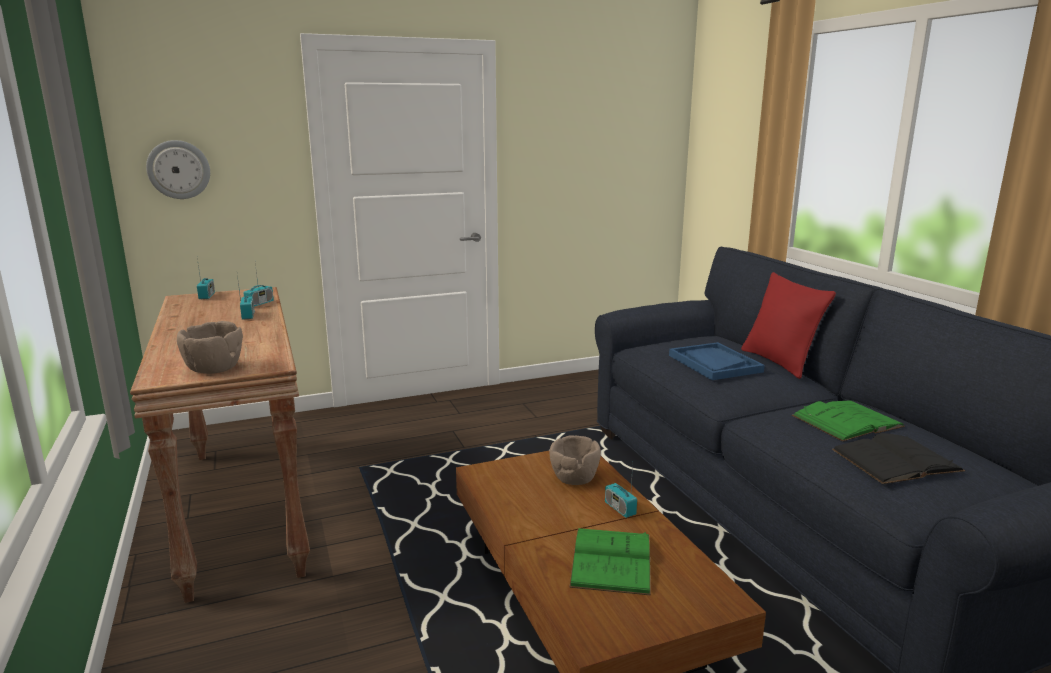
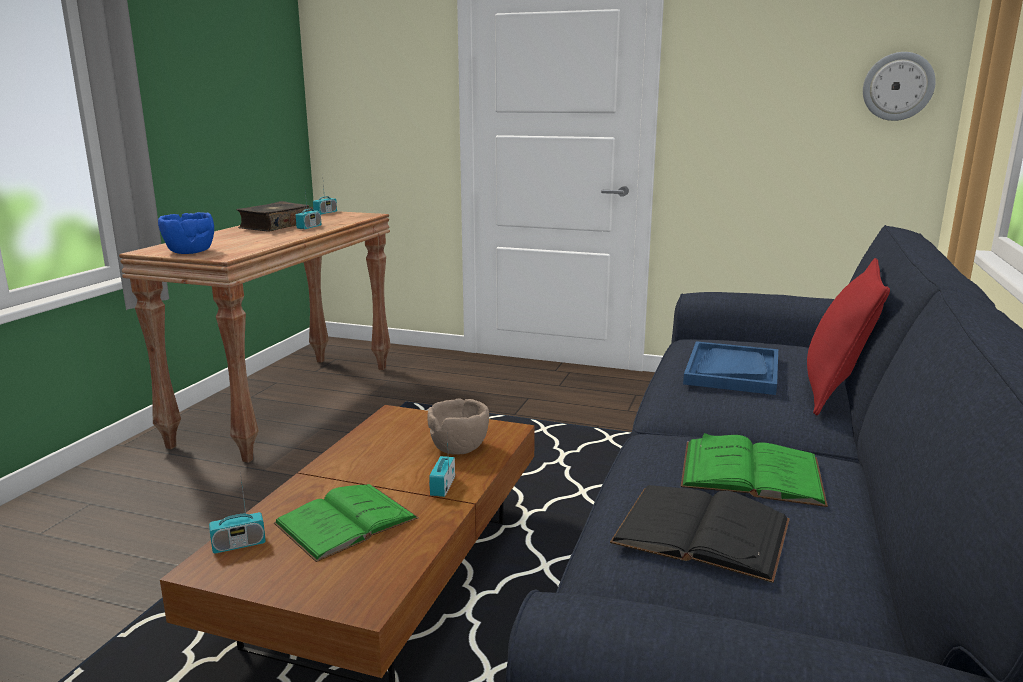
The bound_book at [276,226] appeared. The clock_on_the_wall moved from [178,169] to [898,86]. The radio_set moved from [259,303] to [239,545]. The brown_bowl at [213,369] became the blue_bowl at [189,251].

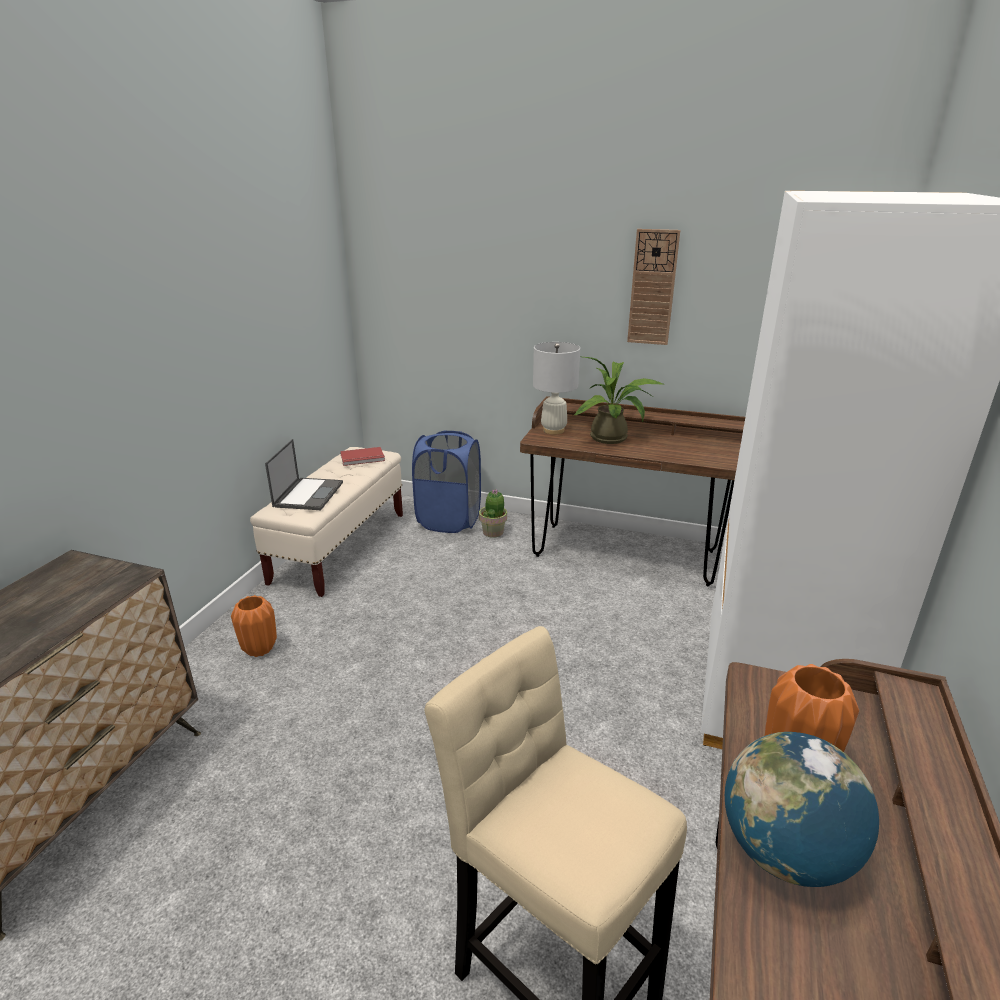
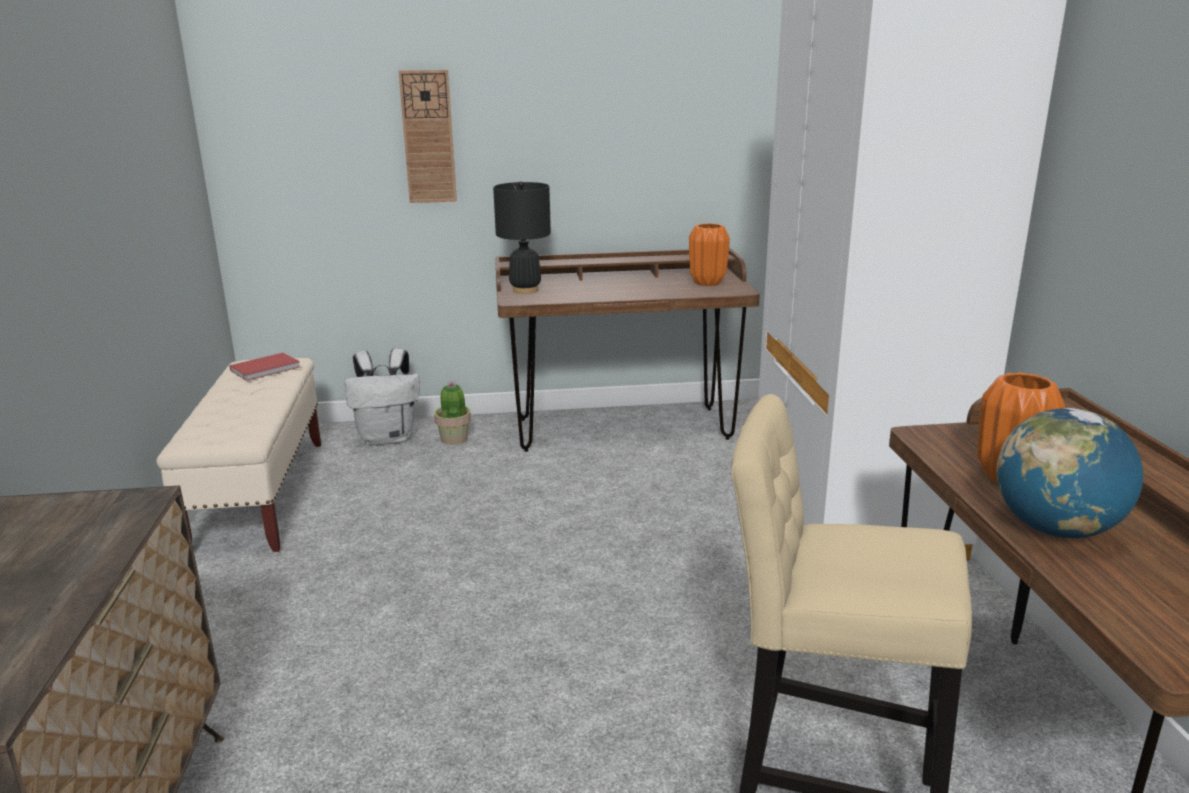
The portable_computer at [308,494] disappeared. The potted_plant at [613,439] disappeared. The orangey_flower_vase moved from [259,649] to [707,283]. The clock_on_the_wall moved from [652,288] to [428,137]. The blue_washing_basket at [449,520] was replaced by the white-coloured_knapsack at [388,438]. The white-coloured_table_lamp at [553,430] became the blackish_table_lamp at [525,290].

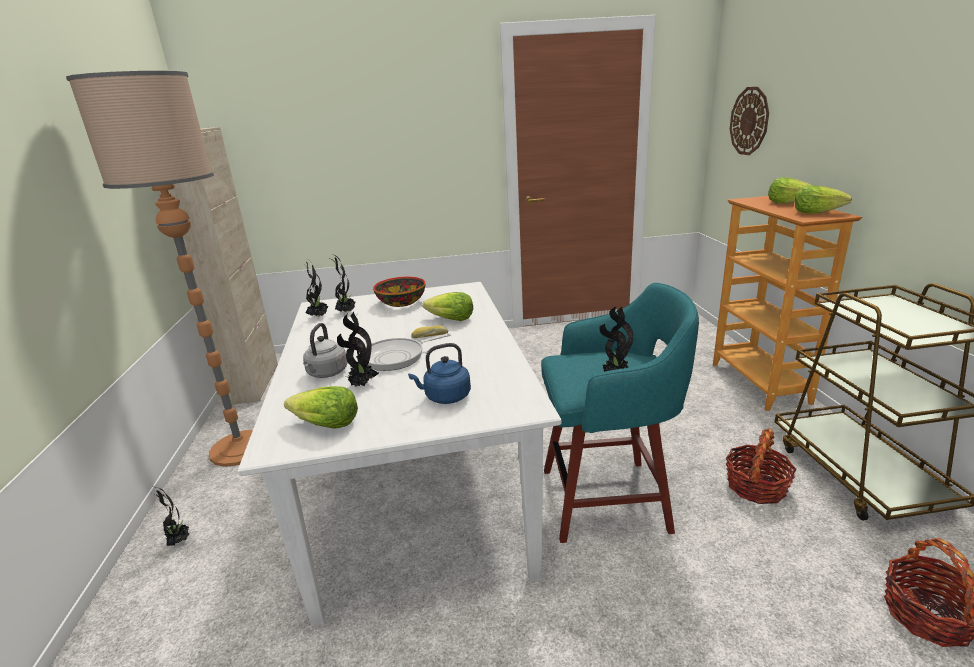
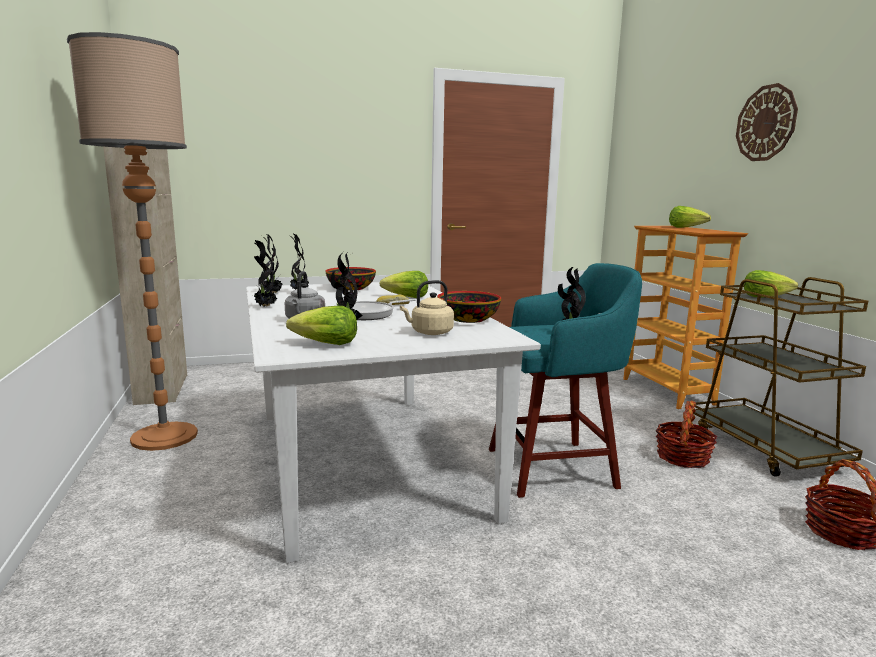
The bowl at [469,319] appeared. The potted_plant moved from [179,541] to [264,307]. The clock_on_the_wall moved from [749,121] to [766,123]. The head_of_lettuce moved from [816,212] to [765,297]. The blue_kettle at [445,397] became the beige_kettle at [429,333].

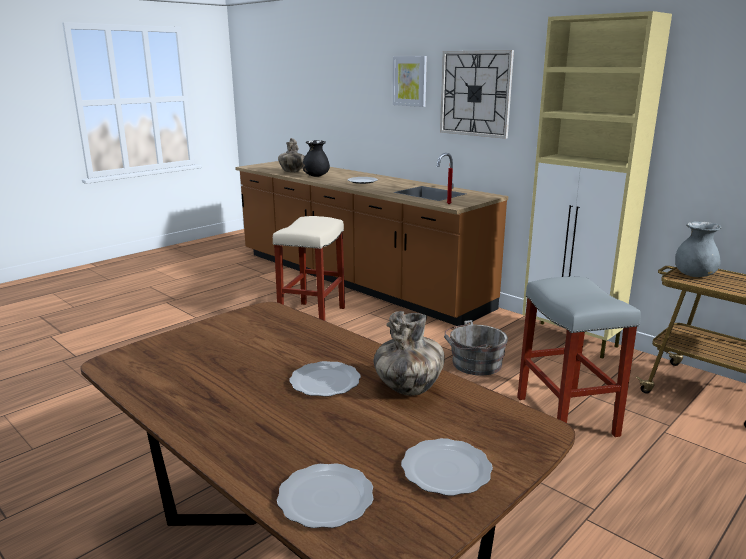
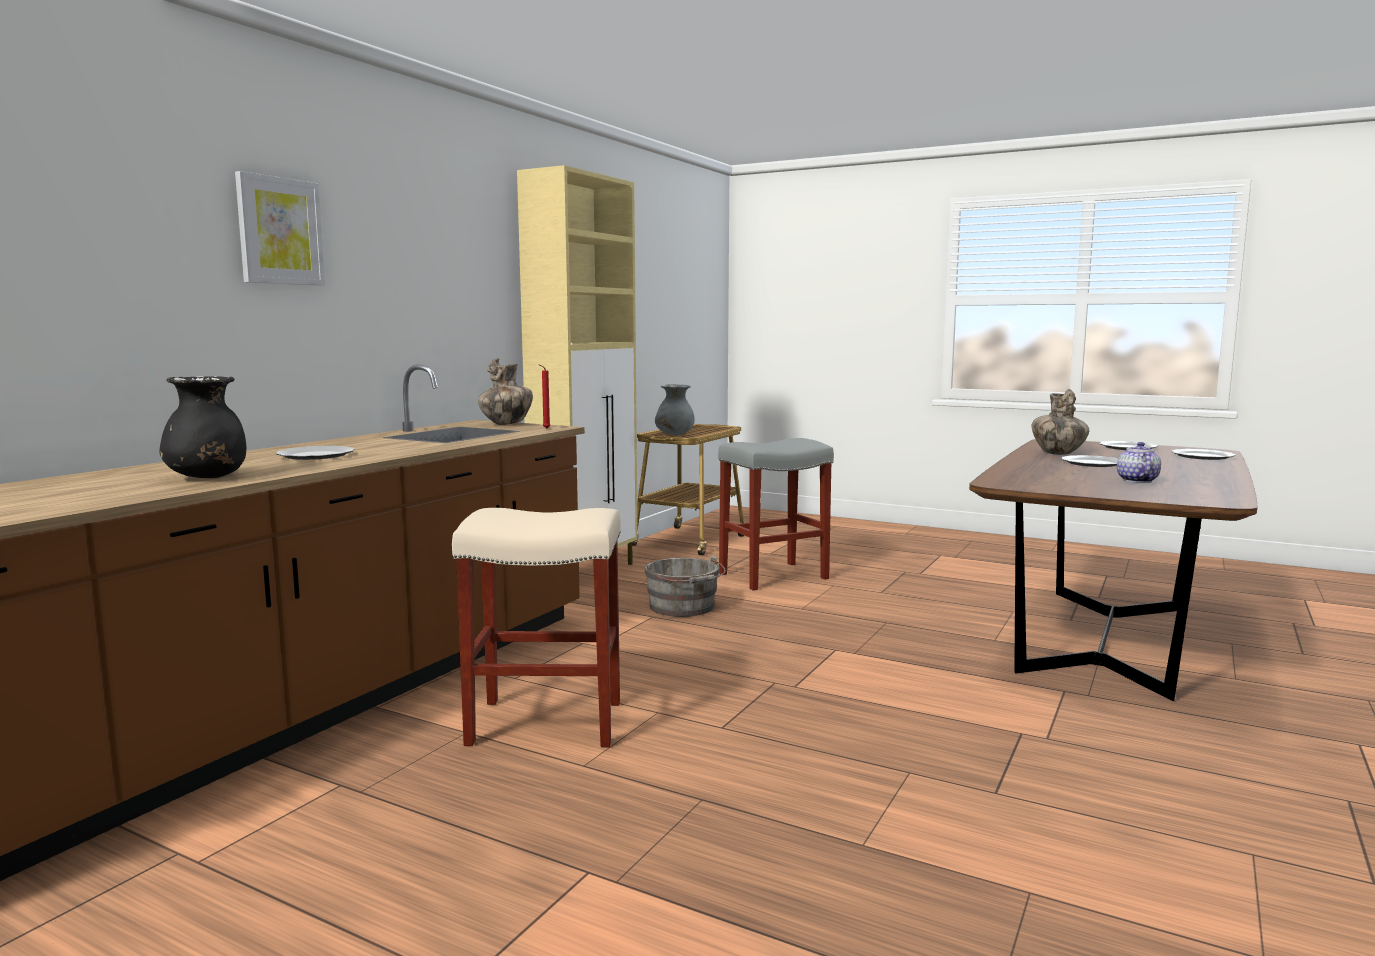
The clock_on_the_wall at [475,93] disappeared. The tea_pot at [1136,480] appeared. The flower_vase moved from [292,172] to [507,424].

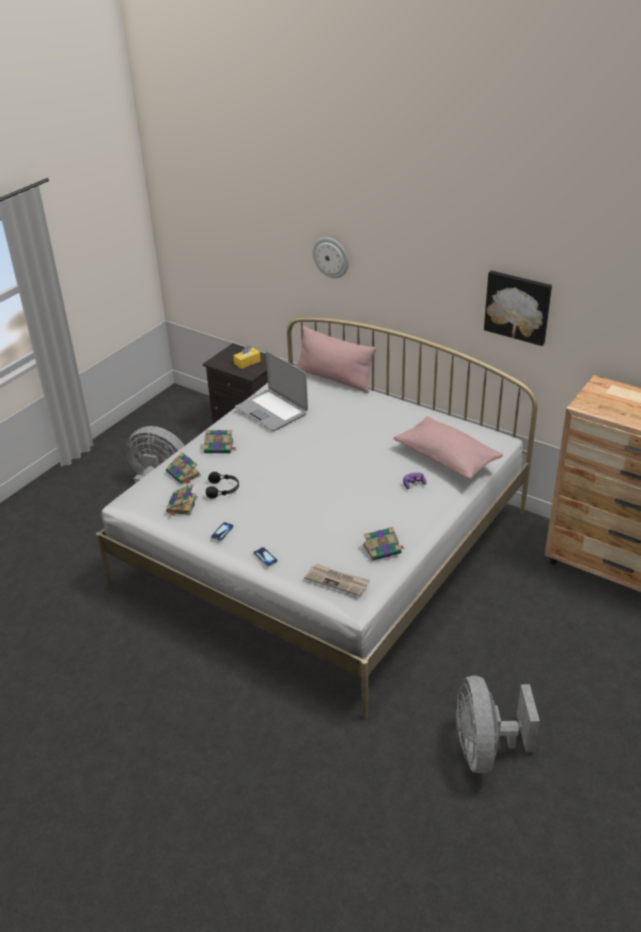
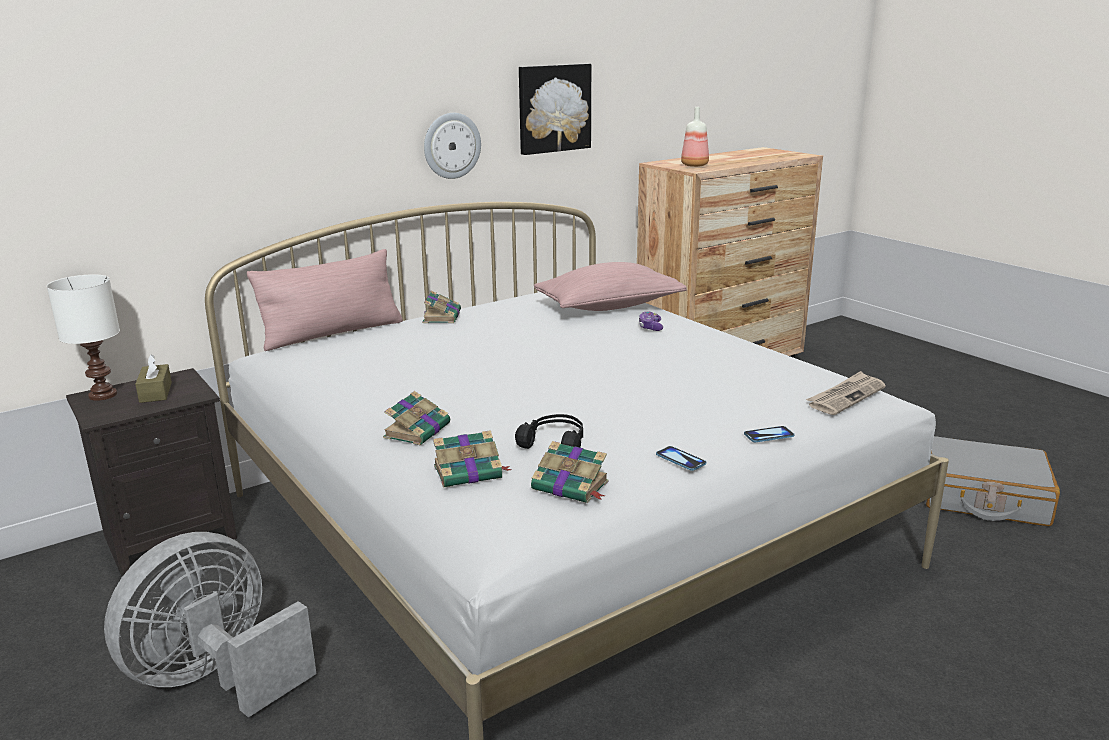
The portable_computer at [272,411] disappeared. The white-coloured_table_lamp at [101,395] appeared. The bottle at [694,165] appeared. The clock_on_the_wall moved from [331,257] to [451,145]. The bound_book moved from [383,549] to [442,316]. The grey_fan at [485,749] was replaced by the grey_travel_case at [983,497]. The yellowish_tissue_holder at [247,362] became the brown_tissue_holder at [155,392].

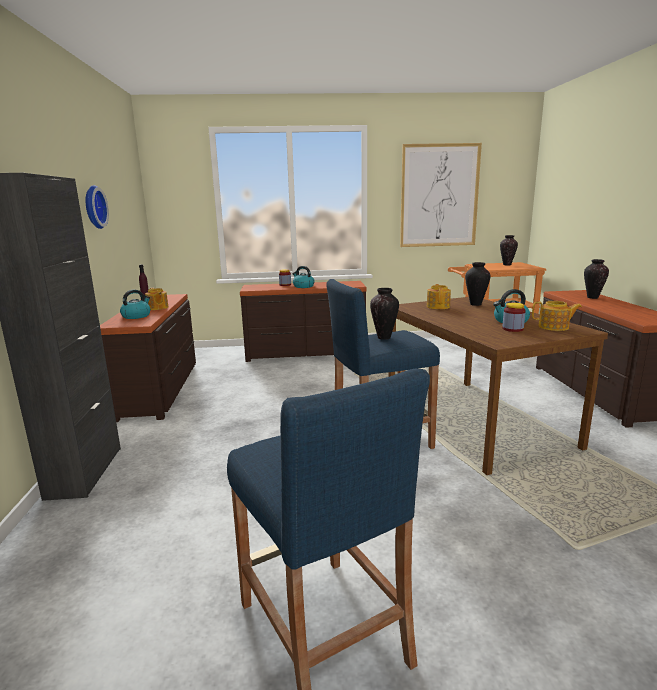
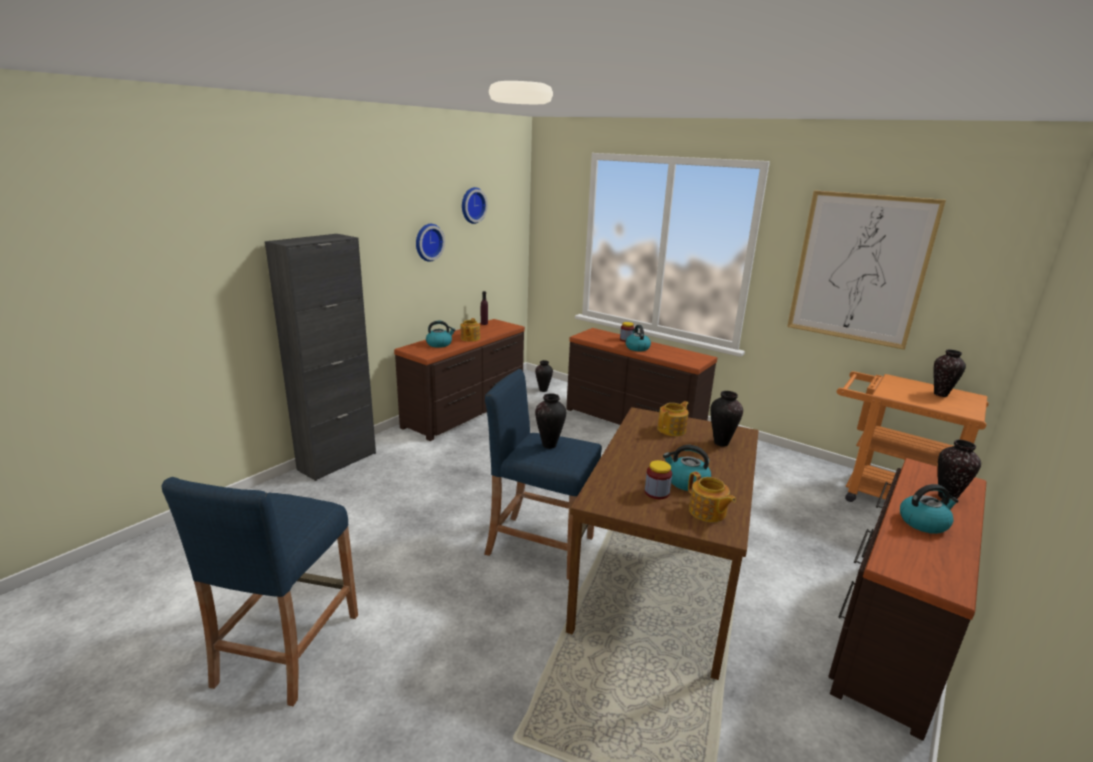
The clock_on_the_wall at [472,205] appeared. The flower_vase at [543,390] appeared. The kettle at [923,522] appeared.

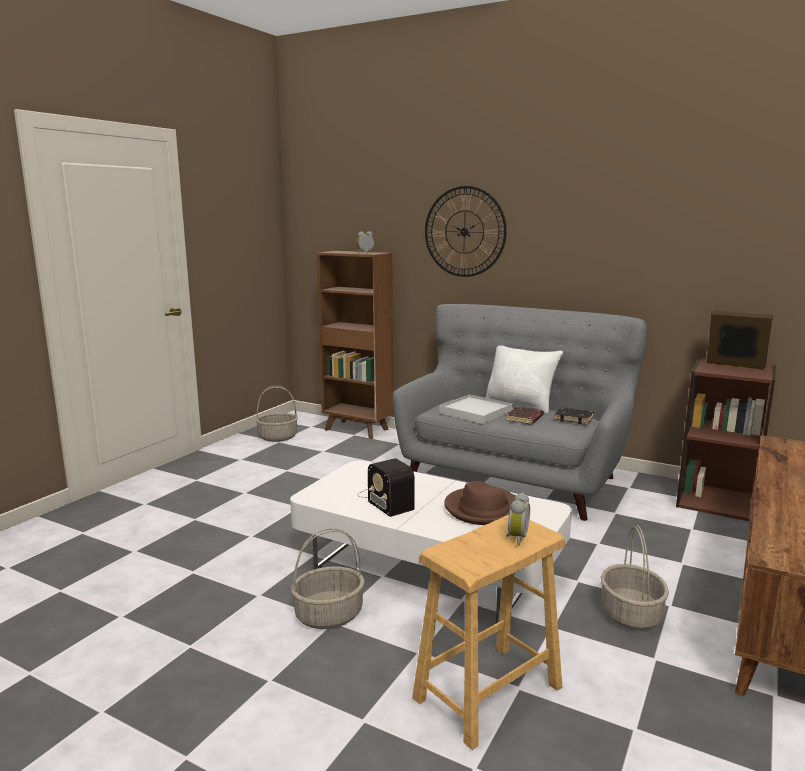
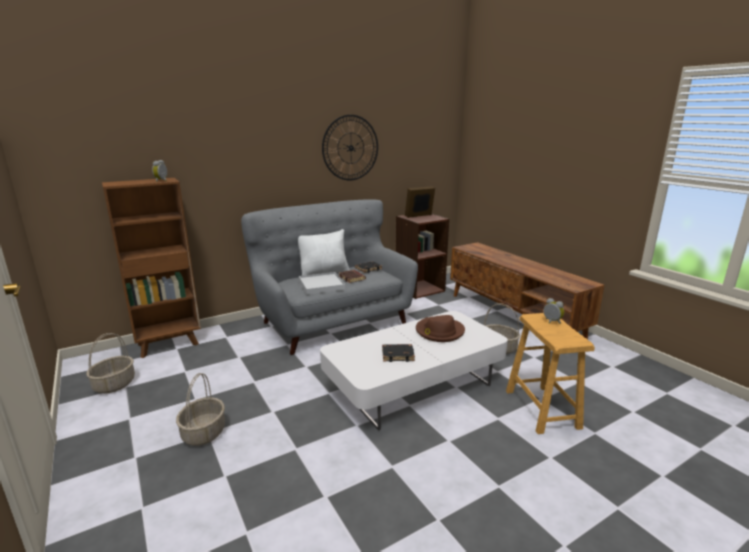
The basket moved from [329,615] to [203,433]. The clock_on_the_wall moved from [464,232] to [350,148]. The radio_set at [385,499] was replaced by the blackish_bound_book at [398,355].

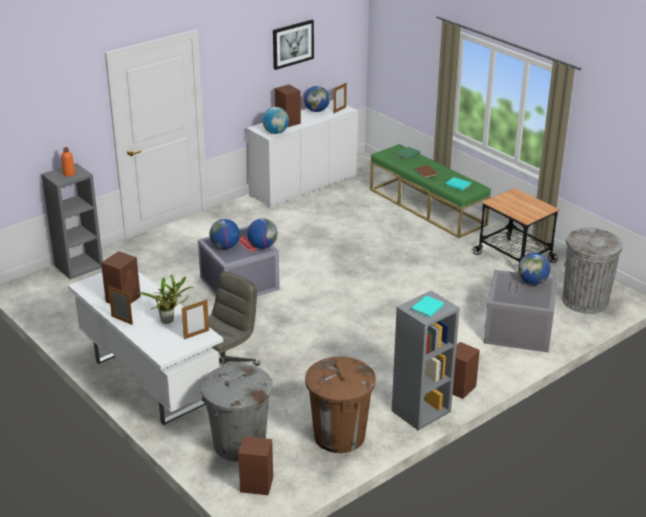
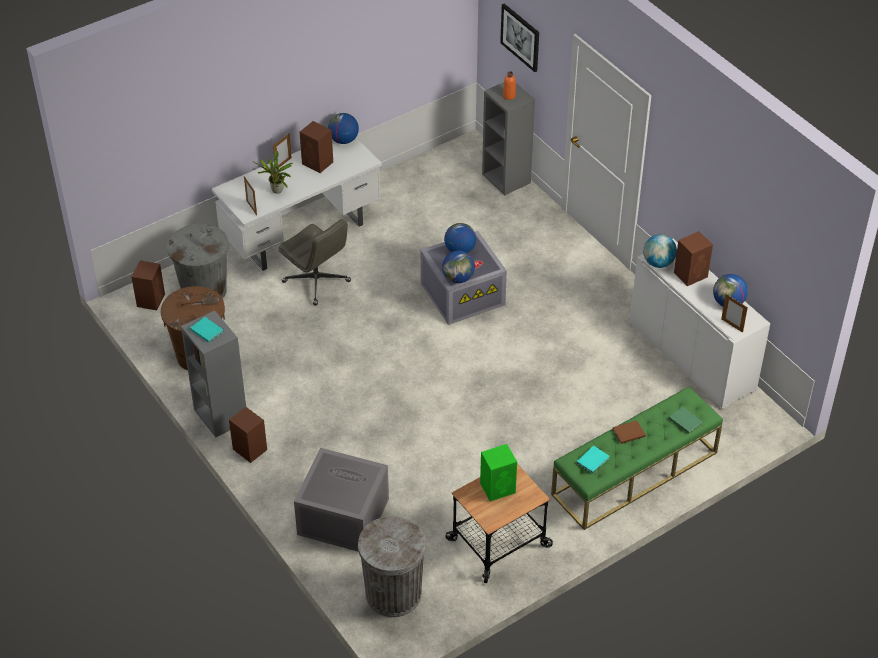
The green_loudspeaker at [498,488] appeared. The wall_art moved from [292,44] to [520,37]. The globe moved from [532,282] to [343,140].

